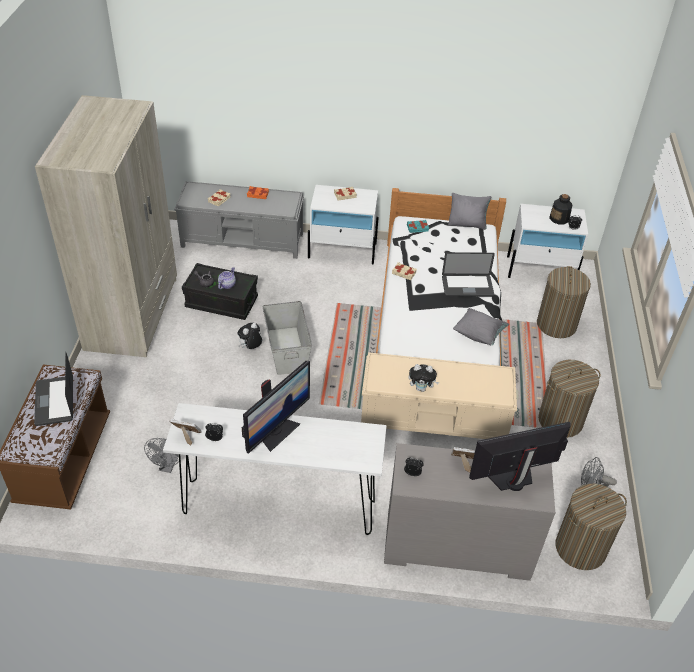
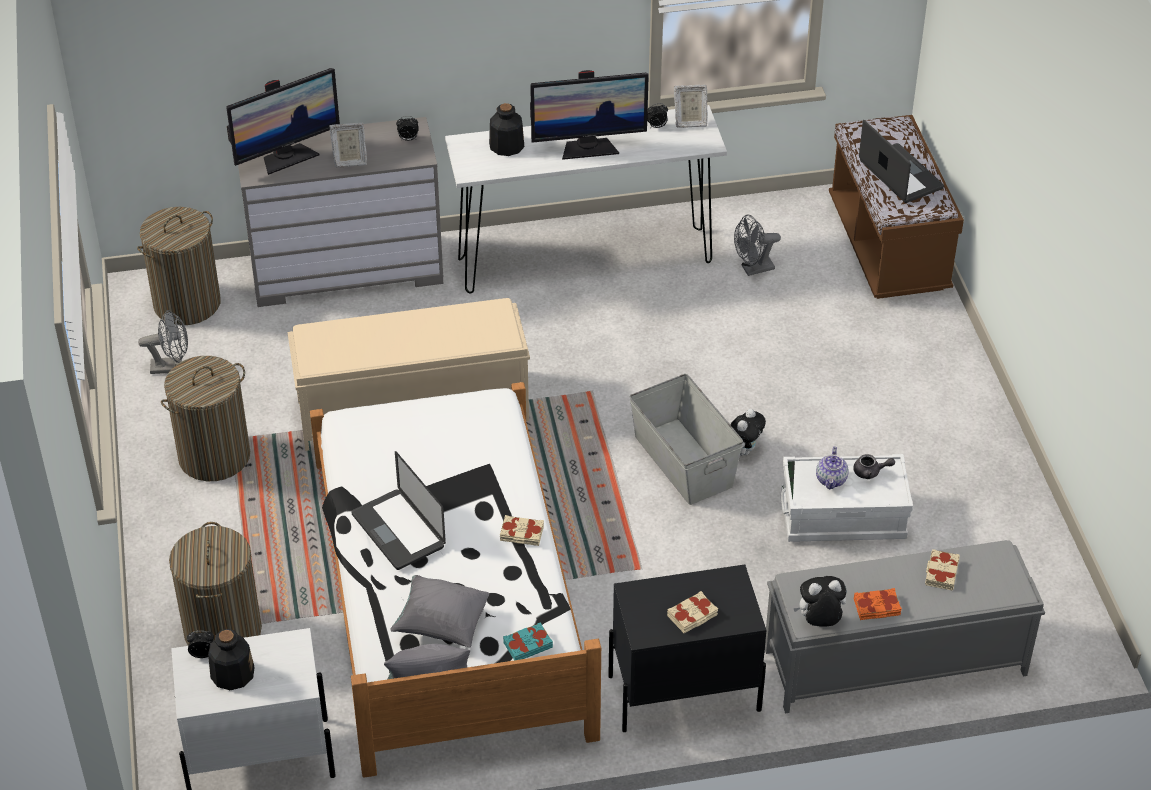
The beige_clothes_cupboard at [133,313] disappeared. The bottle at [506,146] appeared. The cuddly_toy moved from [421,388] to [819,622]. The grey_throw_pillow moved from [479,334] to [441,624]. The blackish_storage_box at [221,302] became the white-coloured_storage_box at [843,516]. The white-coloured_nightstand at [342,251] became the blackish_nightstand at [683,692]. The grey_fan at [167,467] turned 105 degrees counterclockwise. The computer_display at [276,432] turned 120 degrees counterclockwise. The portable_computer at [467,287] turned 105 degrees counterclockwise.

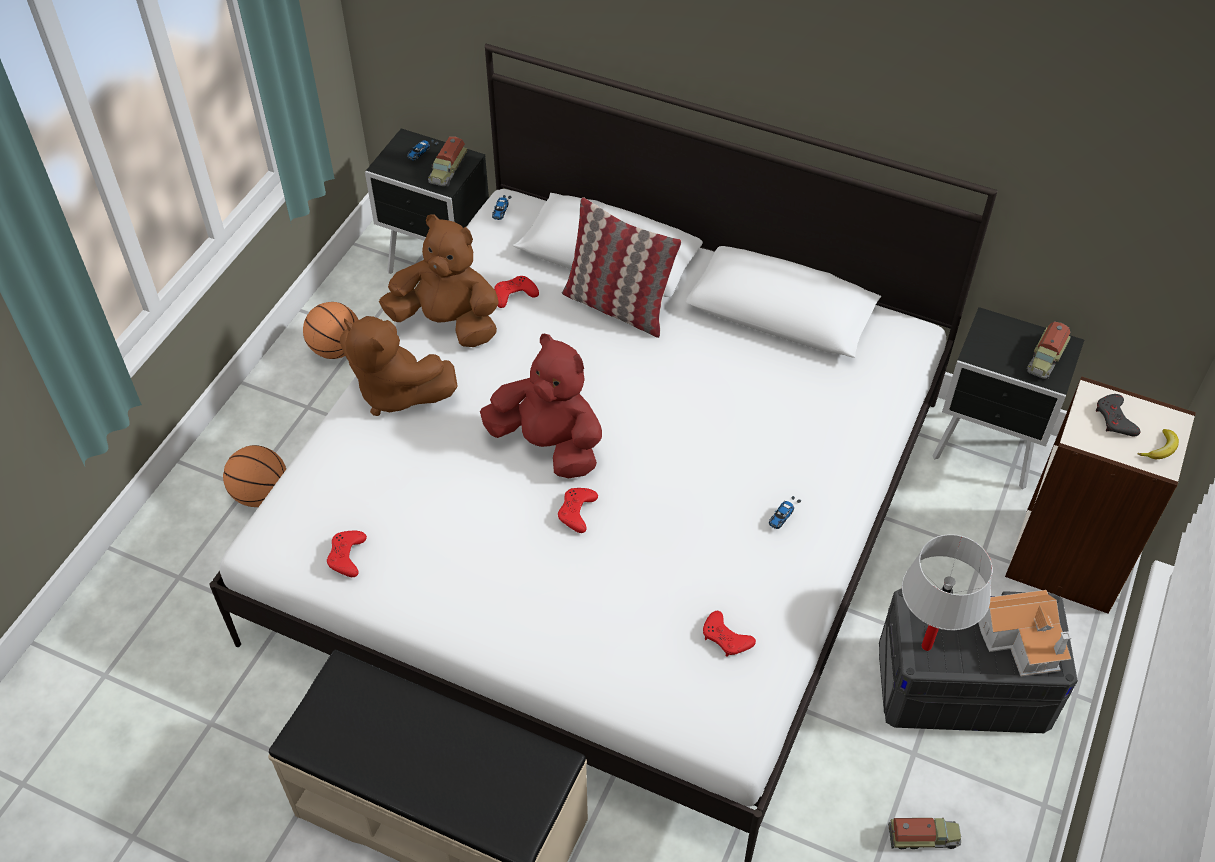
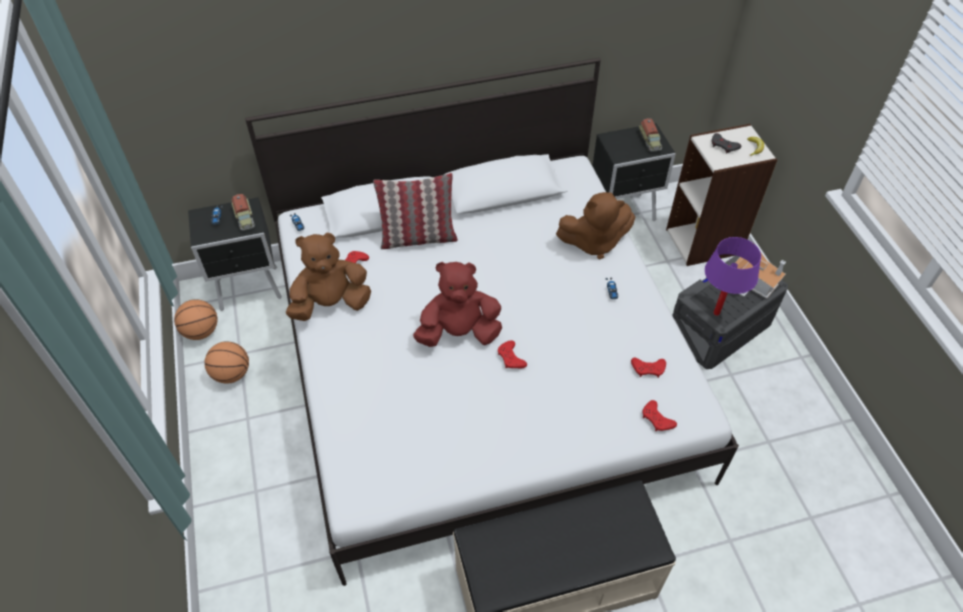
The toy_truck at [923,837] disappeared. The ball_for_basketball moved from [261,494] to [201,331]. The red_joypad moved from [347,556] to [657,419]. The brown_cuddly_toy moved from [395,391] to [594,242]. The white-coloured_table_lamp at [926,646] became the purple_table_lamp at [716,313].

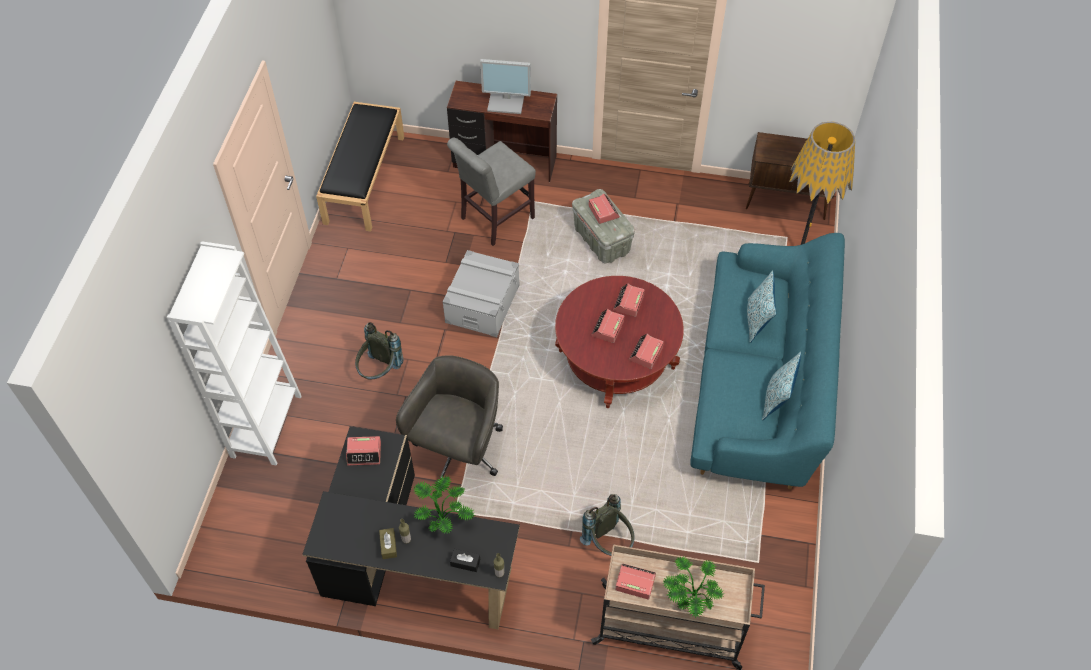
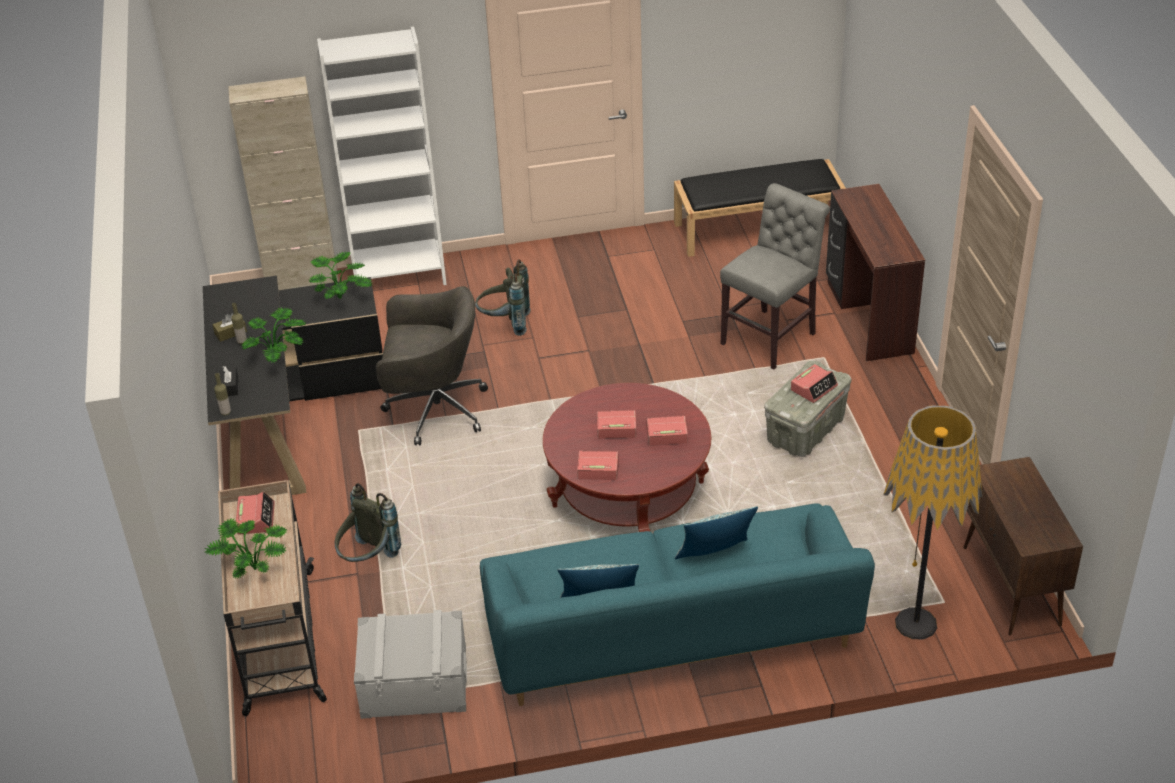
The computer_display at [507,101] disappeared. The beige_storage_cabinet at [303,285] appeared. The grey_storage_box moved from [482,303] to [414,682]. The bedside_clock at [364,453] was replaced by the potted_plant at [342,296]. The grey_chair at [494,220] turned 105 degrees clockwise.

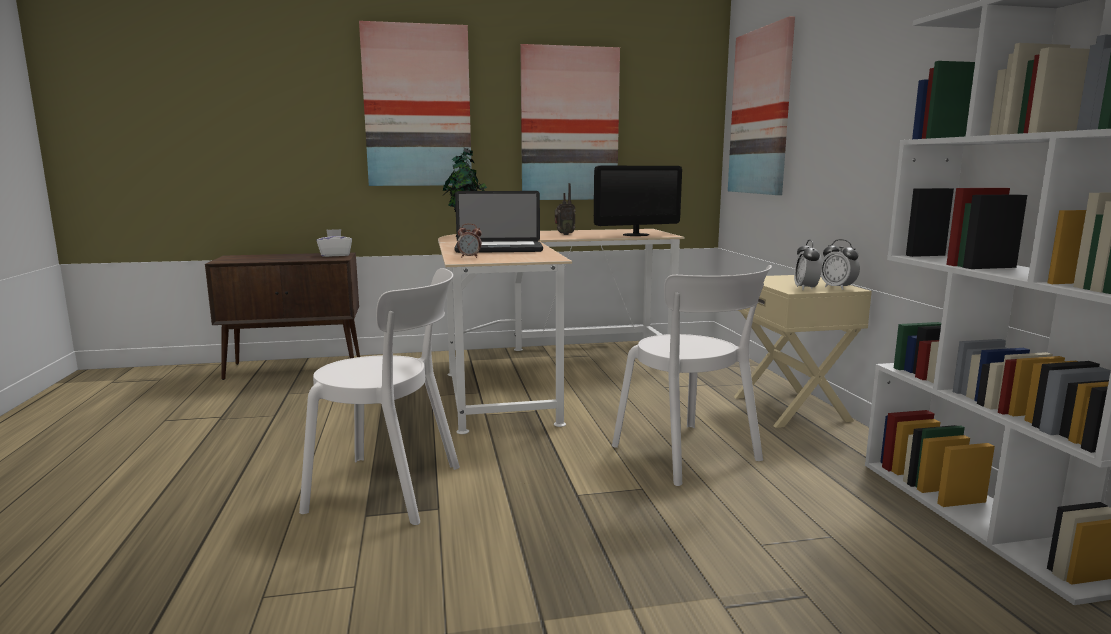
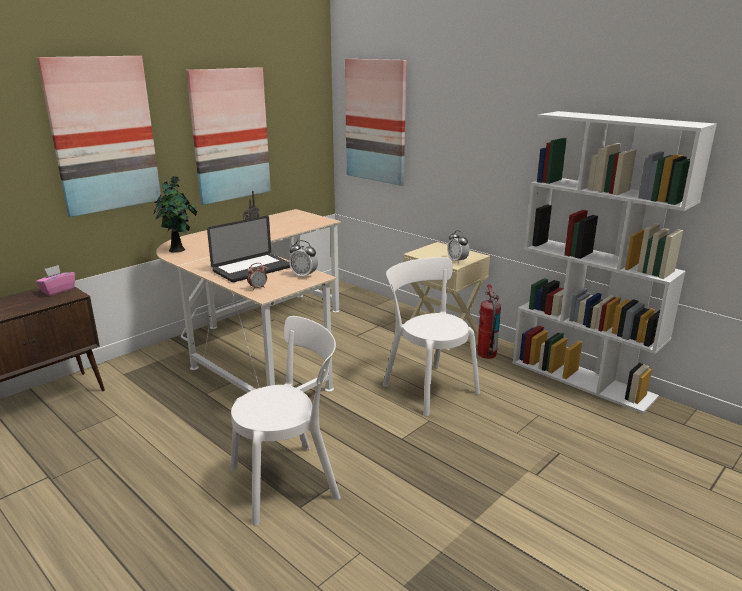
The computer_display at [636,235] disappeared. The extinguisher at [486,354] appeared. The bedside_clock moved from [837,288] to [304,276]. The white-coloured_tissue_holder at [335,255] became the pinkish_tissue_holder at [58,290]. The white-coloured_chair at [690,455] turned 150 degrees counterclockwise.

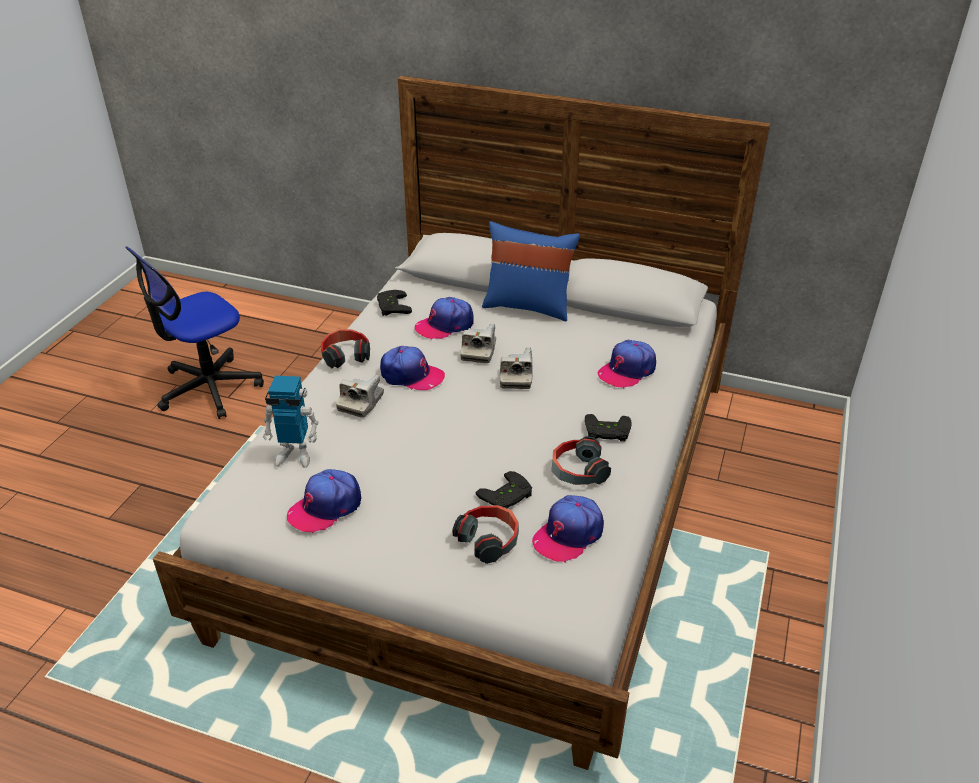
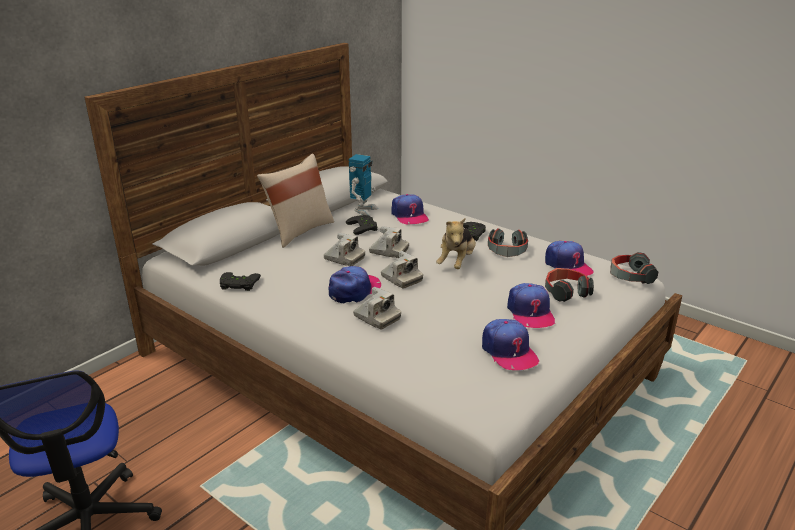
The still_camera at [401,279] appeared. The cuddly_toy at [457,262] appeared. The toy_robot moved from [295,454] to [363,210]. The headset moved from [345,355] to [630,276]. The peaked_cap moved from [445,325] to [530,312]. The blackish_joypad moved from [507,497] to [364,227]. The blue_throw_pillow at [528,306] became the beige_throw_pillow at [299,231].

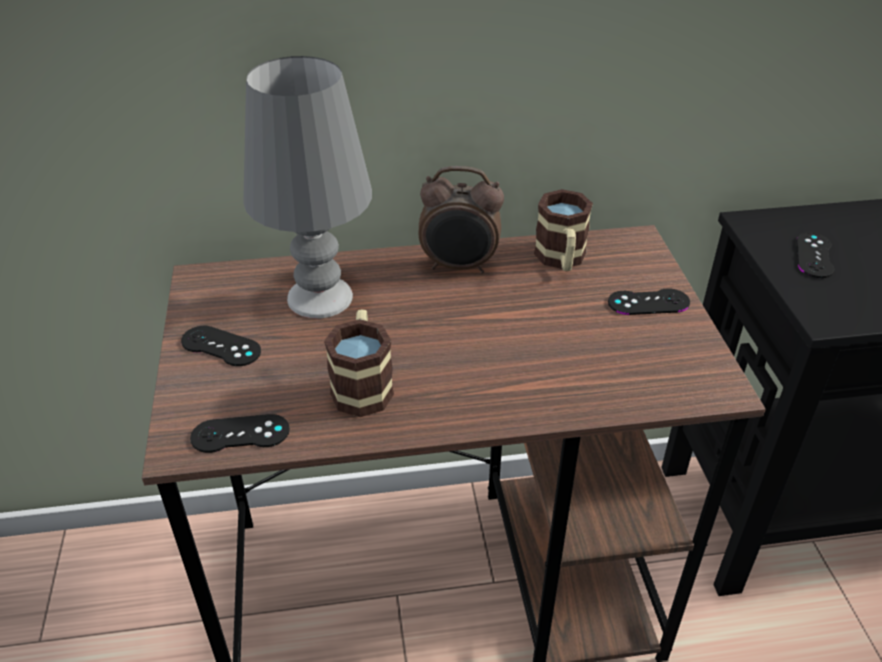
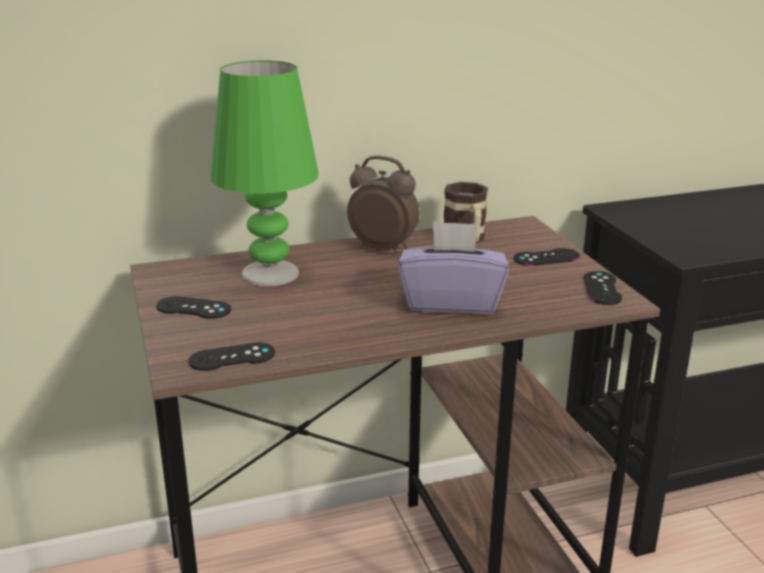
The tea_mug at [363,384] disappeared. The purple_tissue_holder at [451,302] appeared. The blackish_joypad moved from [814,255] to [602,288]. The grey_table_lamp at [319,297] became the green_table_lamp at [270,273]. The bedside_clock at [459,266] turned 150 degrees counterclockwise.

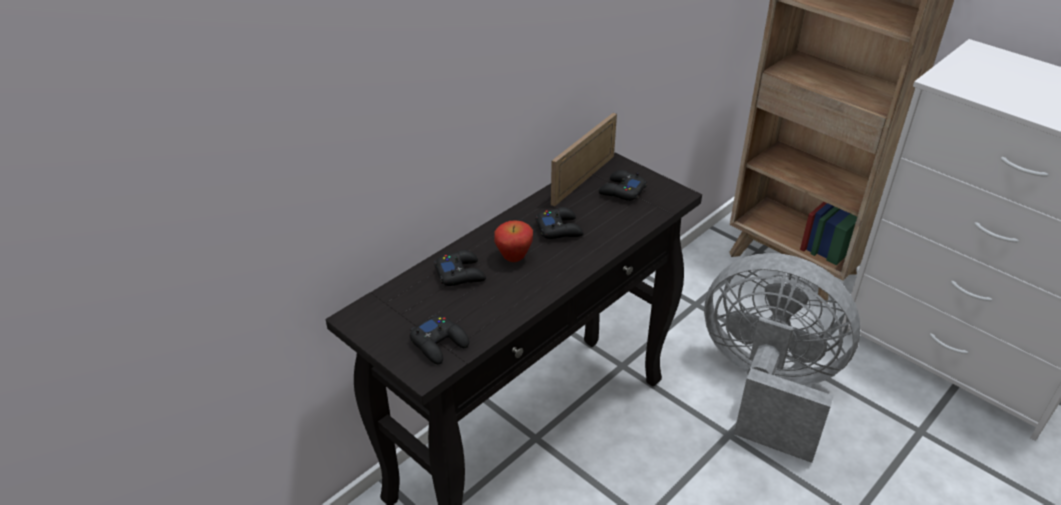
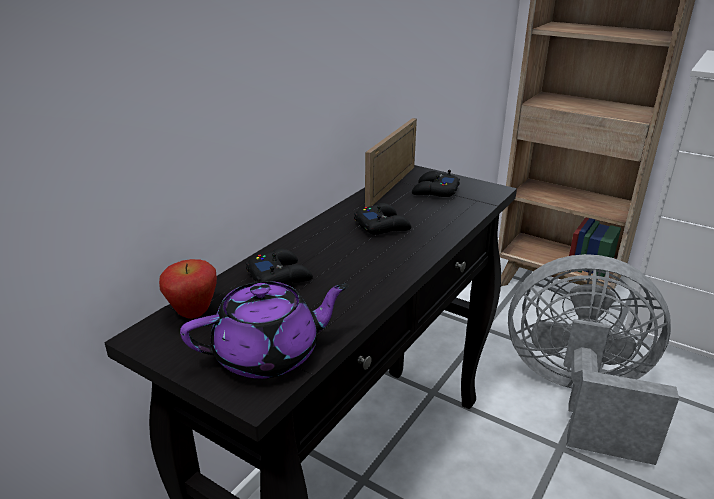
The apple moved from [514,258] to [193,313]. The blackish_joypad at [439,344] was replaced by the purple_tea_pot at [269,354].

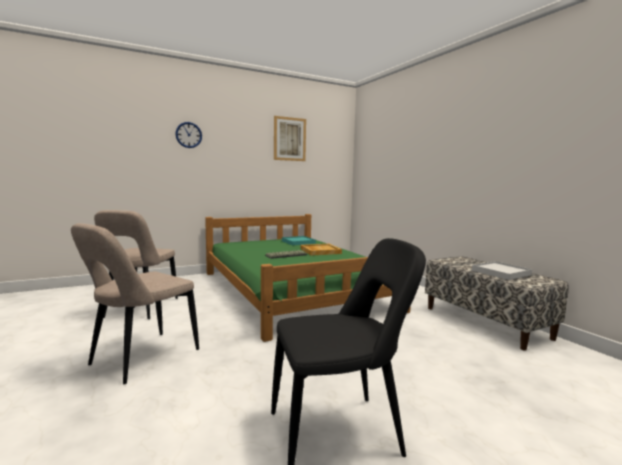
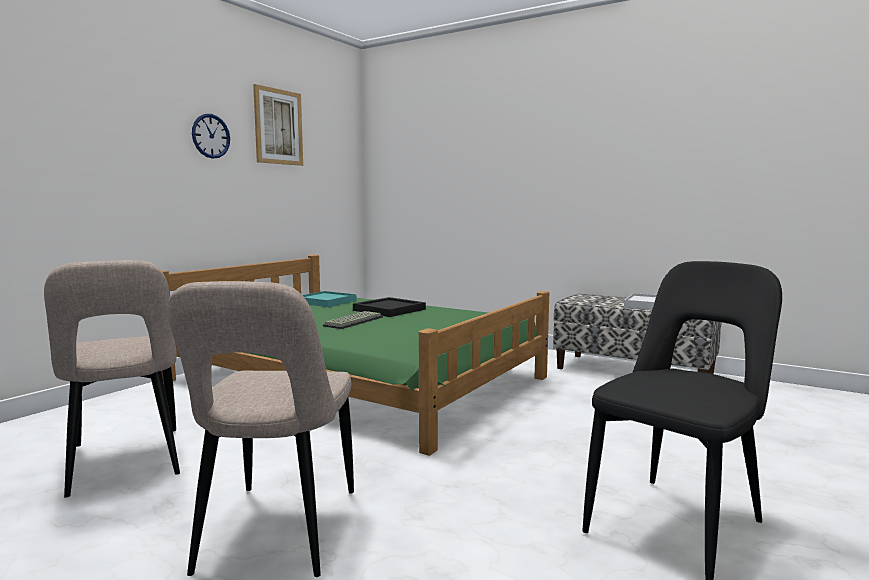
The clock_on_the_wall moved from [188,135] to [211,136]. The beige_carrying_tray at [320,251] became the blackish_carrying_tray at [388,310].

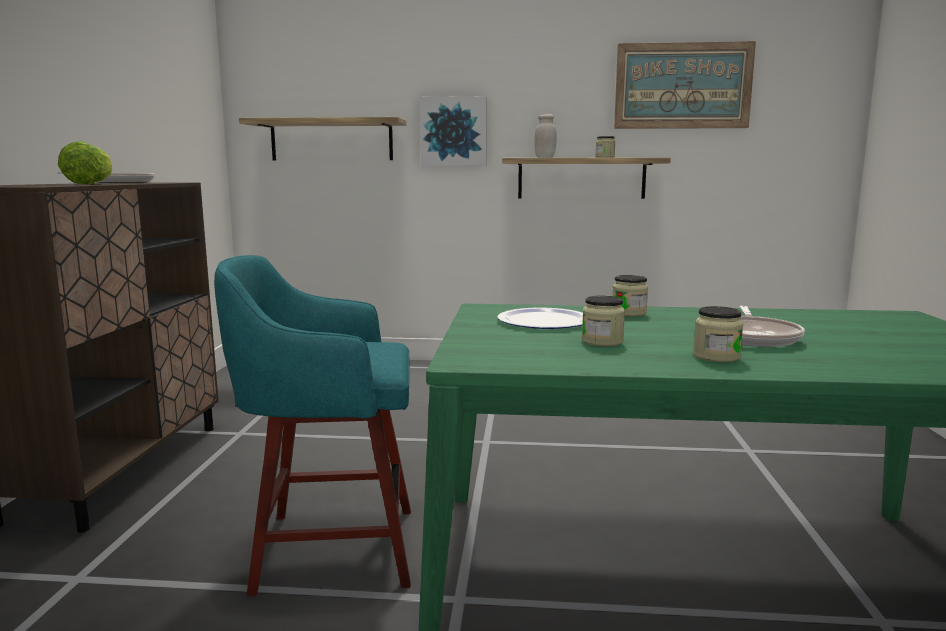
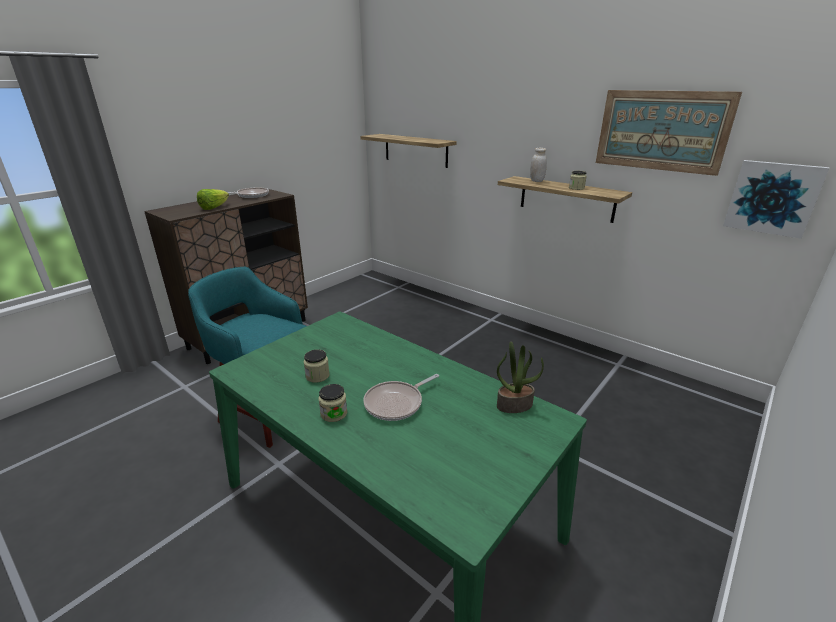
The flat_dish at [544,321] disappeared. The storage_jar at [629,313] disappeared. The potted_plant at [514,404] appeared. The wall_art moved from [453,131] to [772,198].

